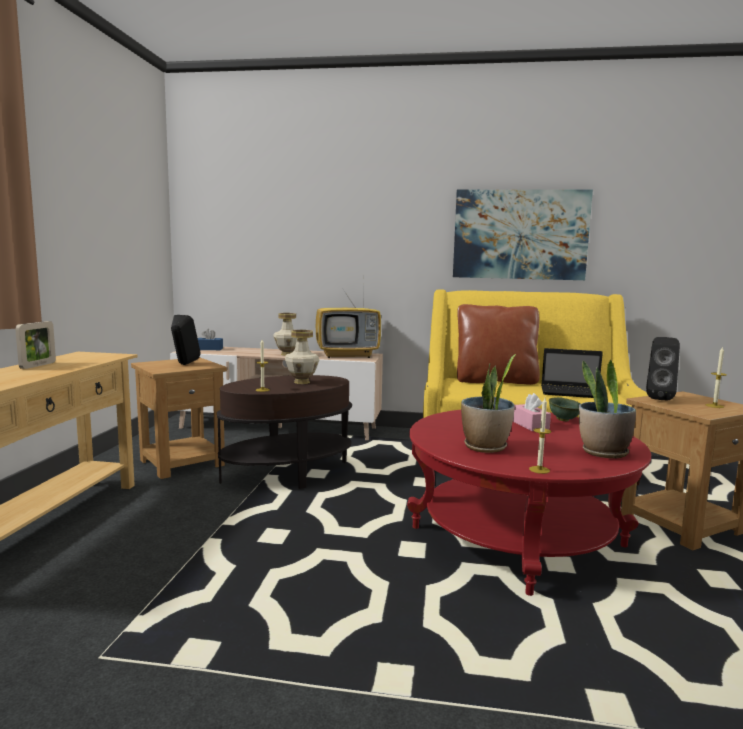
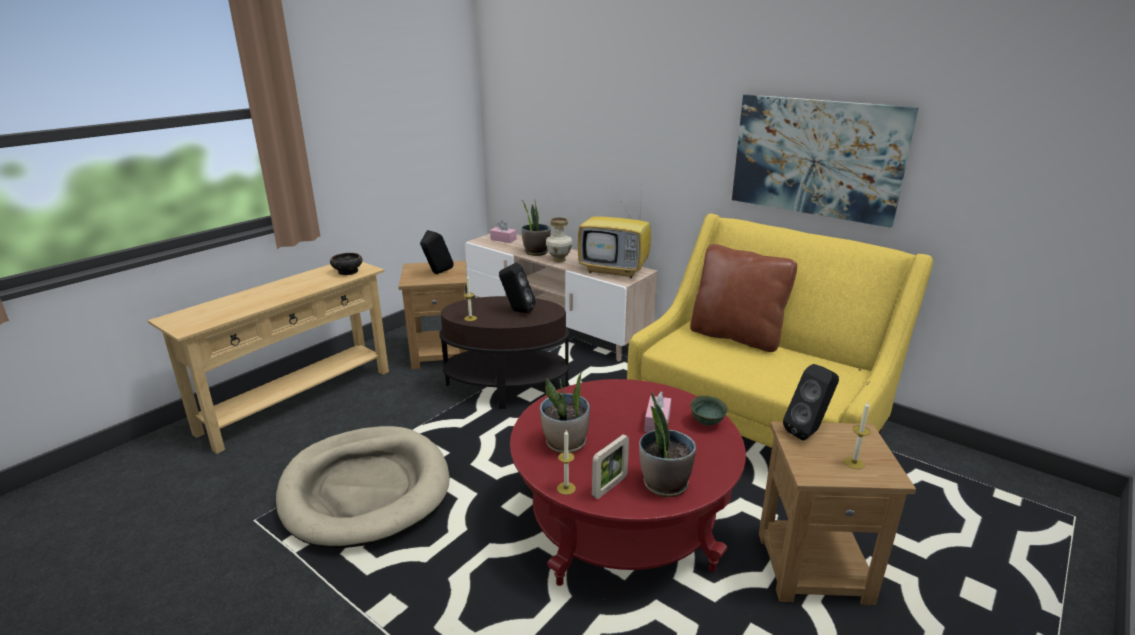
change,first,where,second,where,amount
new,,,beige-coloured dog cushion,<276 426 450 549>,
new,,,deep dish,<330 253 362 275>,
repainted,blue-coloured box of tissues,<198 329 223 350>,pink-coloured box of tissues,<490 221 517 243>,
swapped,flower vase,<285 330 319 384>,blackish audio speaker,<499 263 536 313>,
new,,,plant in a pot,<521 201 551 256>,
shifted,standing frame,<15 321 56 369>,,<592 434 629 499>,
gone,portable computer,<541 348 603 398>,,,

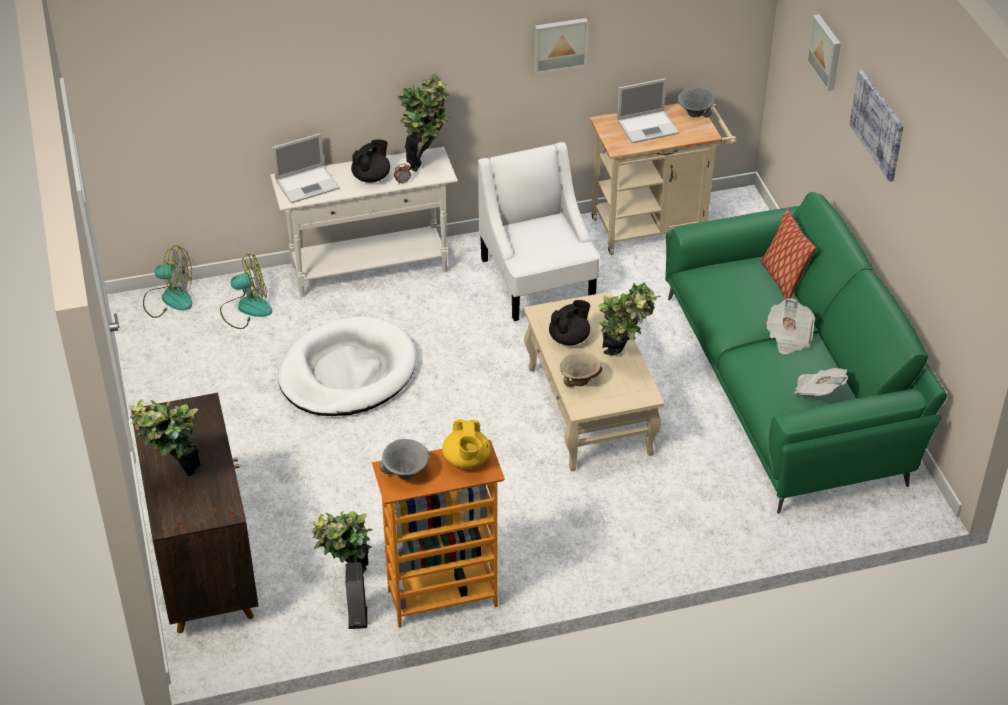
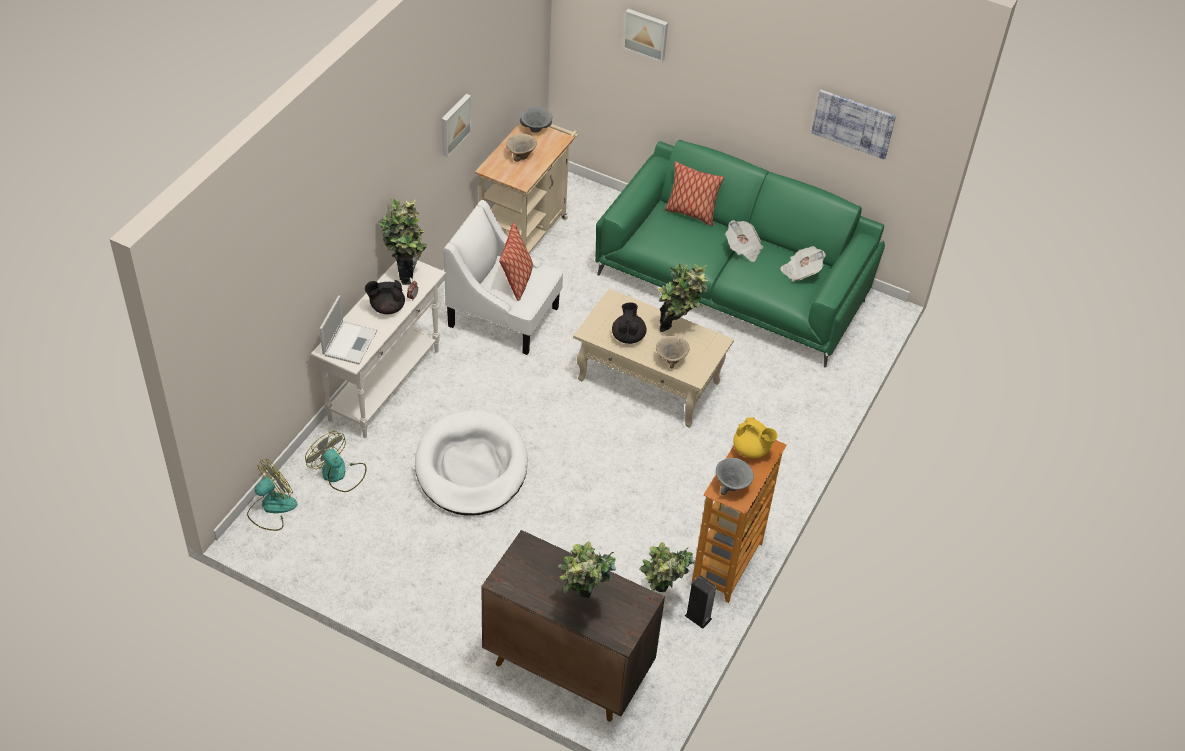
change,first,where,second,where,amount
rotated,fan,<220 253 272 329>,,<305 431 367 492>,75 degrees counterclockwise
rotated,blackish teapot,<351 139 390 183>,,<365 280 405 314>,90 degrees counterclockwise
new,,,throw pillow,<499 223 533 301>,
swapped,portable computer,<617 78 679 143>,beige-coloured deep dish,<506 134 537 162>,
shifted,wall art,<849 70 904 182>,,<811 90 896 160>,

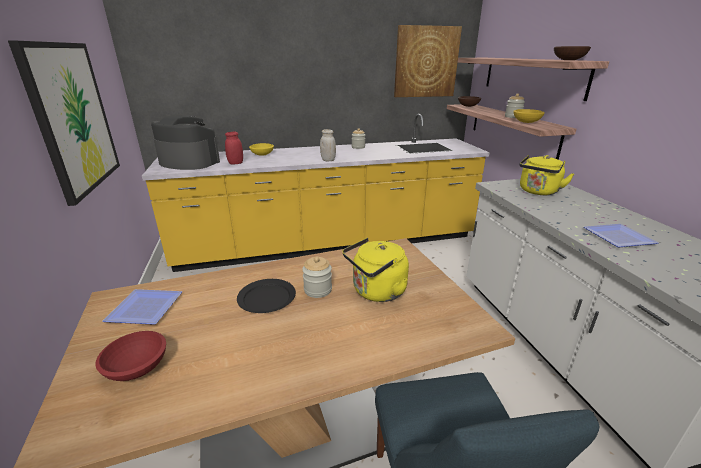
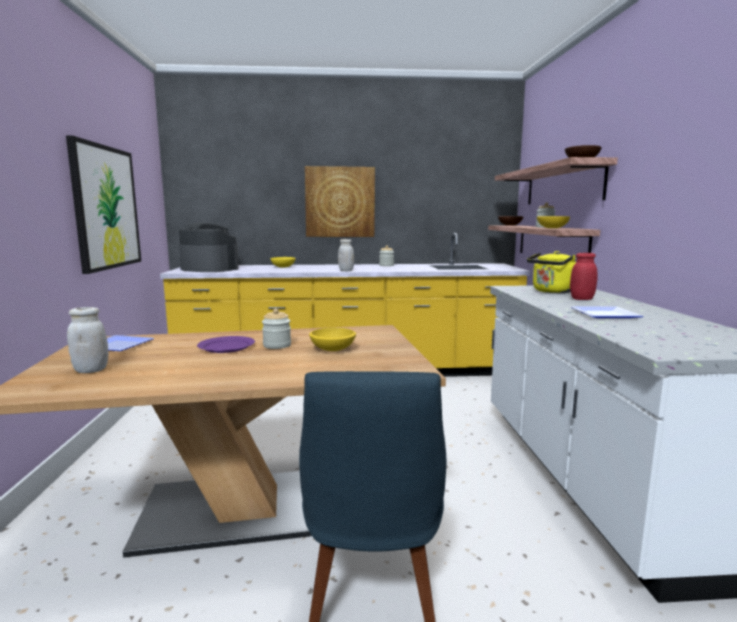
change,first,where,second,where,amount
swapped,reddish deep dish,<95 331 166 381>,whitish storage jar,<67 307 108 373>,
repainted,blackish flat dish,<237 279 296 313>,purple flat dish,<197 336 255 353>,
shifted,wall art,<394 25 462 97>,,<305 166 375 237>,
swapped,yellow-coloured kettle,<342 238 409 302>,yellow-coloured deep dish,<309 328 356 351>,
shifted,reddish storage jar,<225 132 243 164>,,<570 253 598 300>,

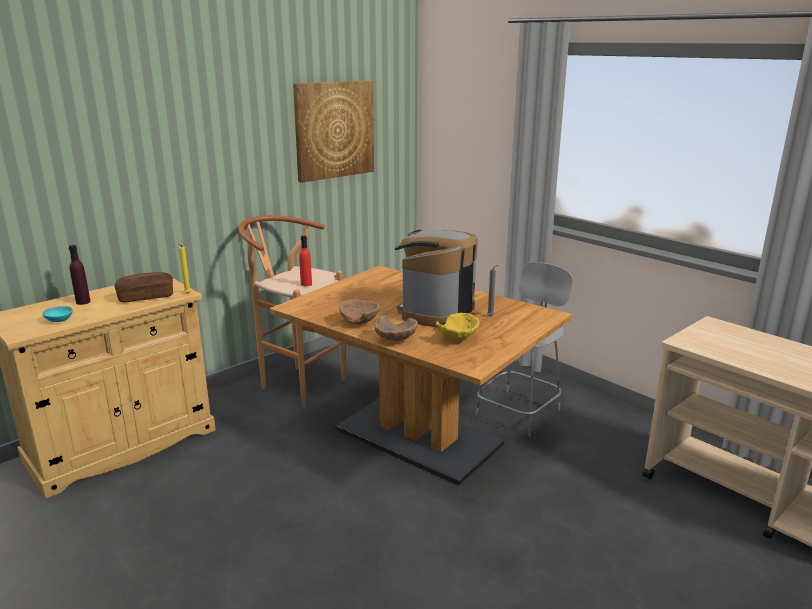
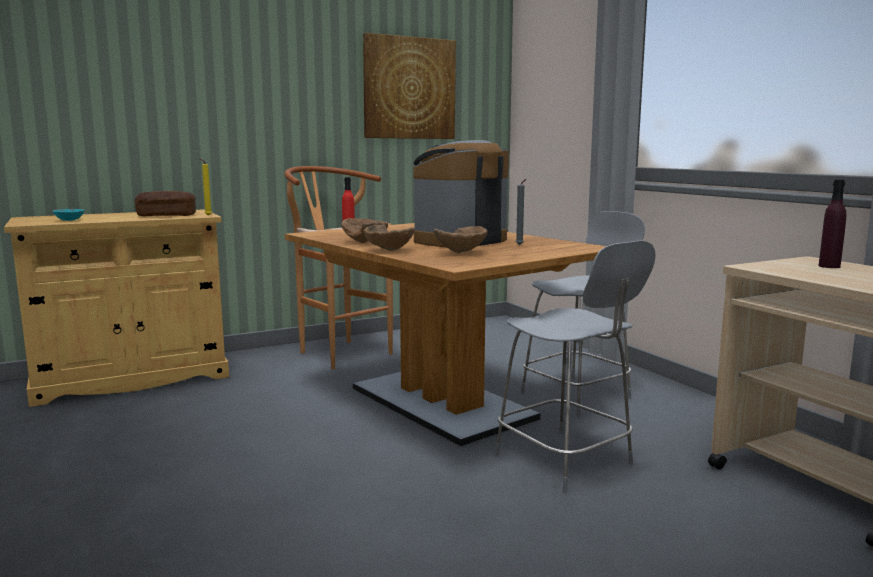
change,first,where,second,where,amount
repainted,yellow-coloured deep dish,<436 313 479 339>,brown deep dish,<434 226 488 253>,
new,,,greyish stool,<495 240 656 492>,
shifted,purple bottle,<69 245 90 305>,,<818 180 846 268>,

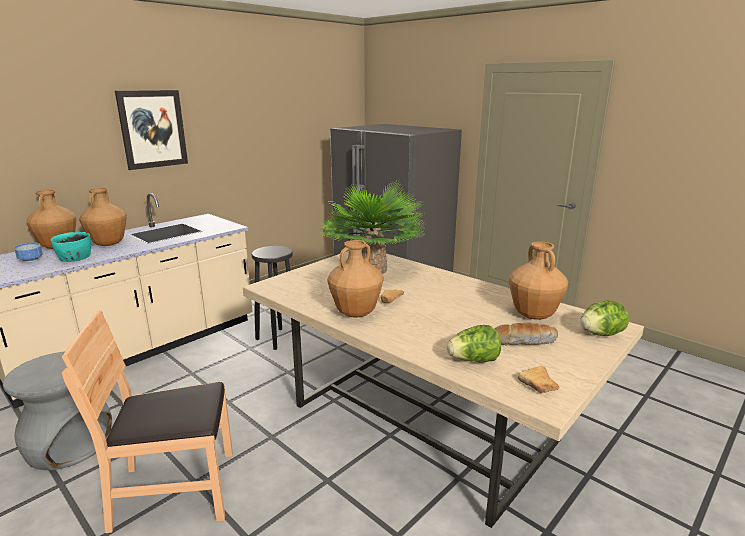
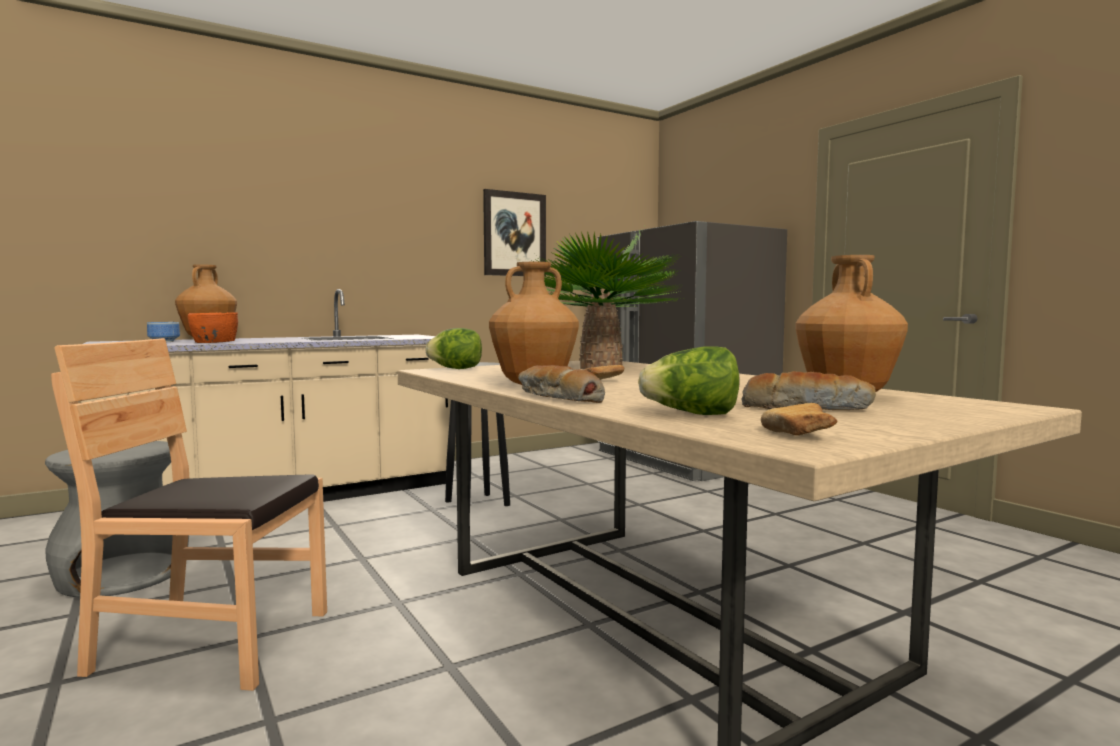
change,first,where,second,where,amount
repainted,turquoise deep dish,<51 232 91 262>,orange deep dish,<188 312 238 343>,
shifted,head of lettuce,<580 301 629 336>,,<425 328 482 369>,
shifted,wall art,<115 90 188 170>,,<483 189 546 276>,
new,,,bread,<518 365 605 403>,
gone,brown flower vase,<79 188 127 246>,,,

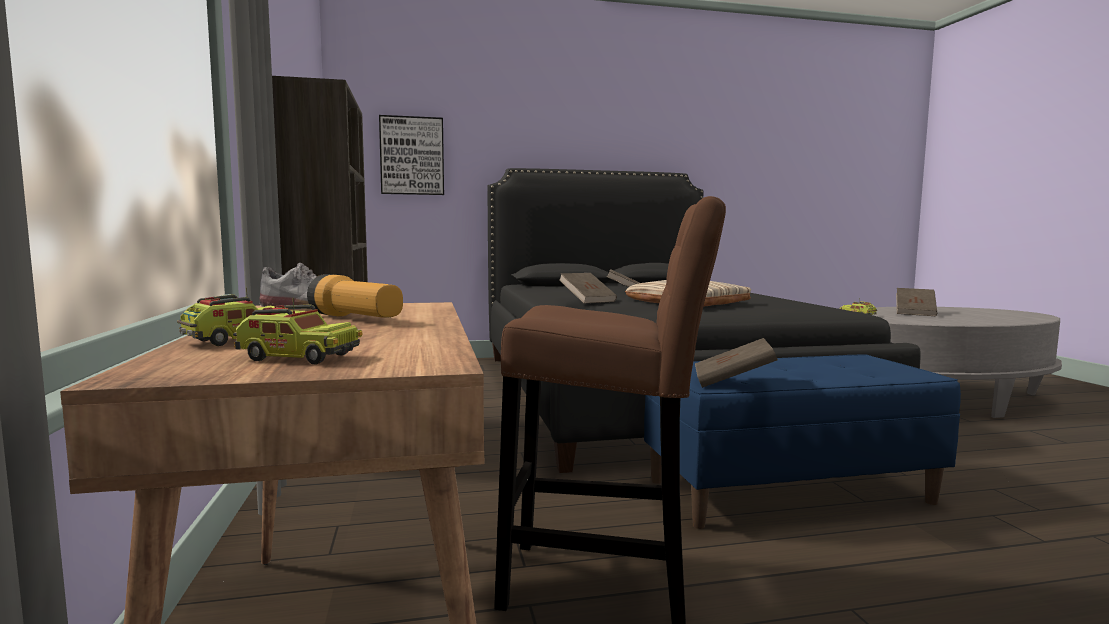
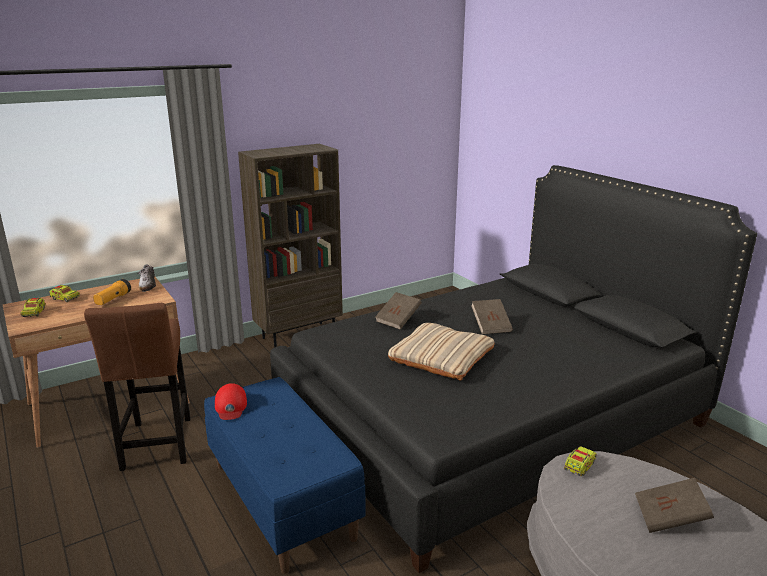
change,first,where,second,where,amount
swapped,brown bound book,<695 338 778 388>,reddish baseball cap,<215 383 247 420>,
gone,wall art,<379 115 444 195>,,,

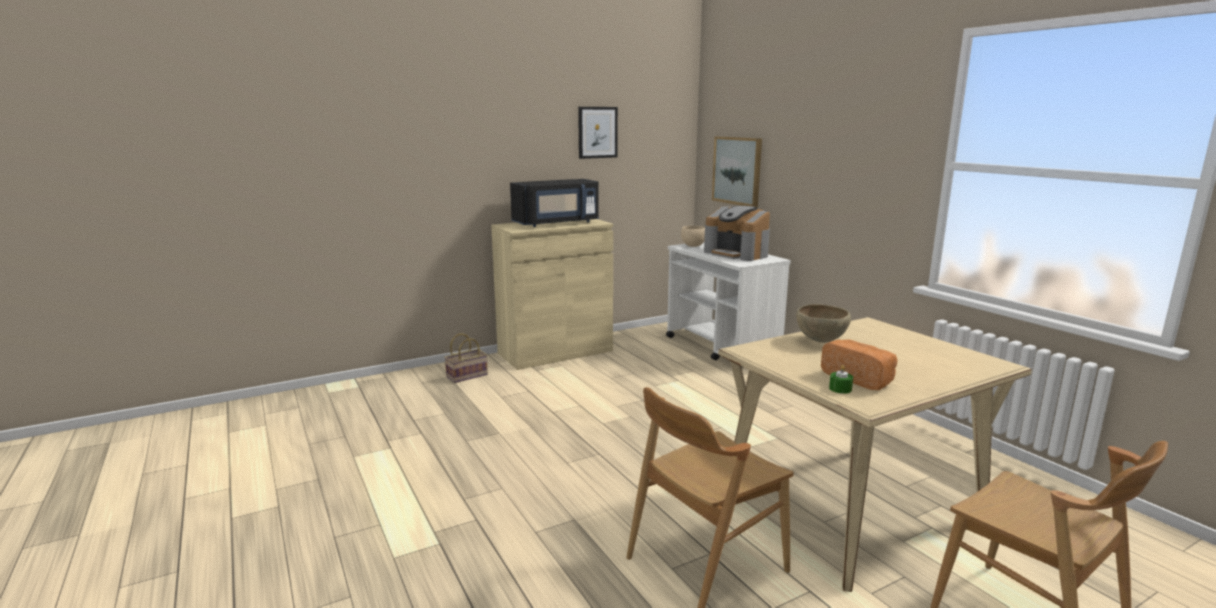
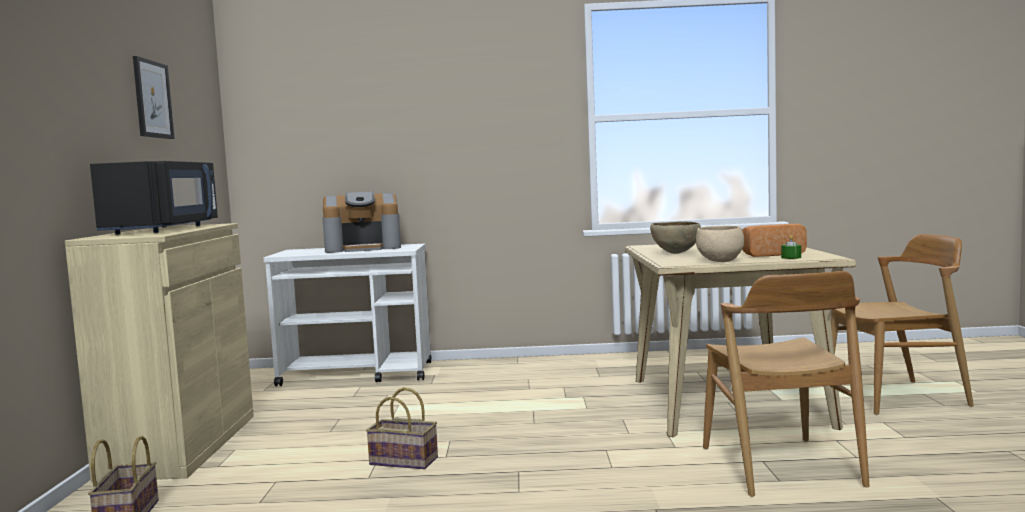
change,first,where,second,where,amount
new,,,storage basket,<366 387 438 469>,
shifted,beige-coloured deep dish,<681 226 705 247>,,<696 226 744 262>,
gone,wall art,<712 136 762 207>,,,

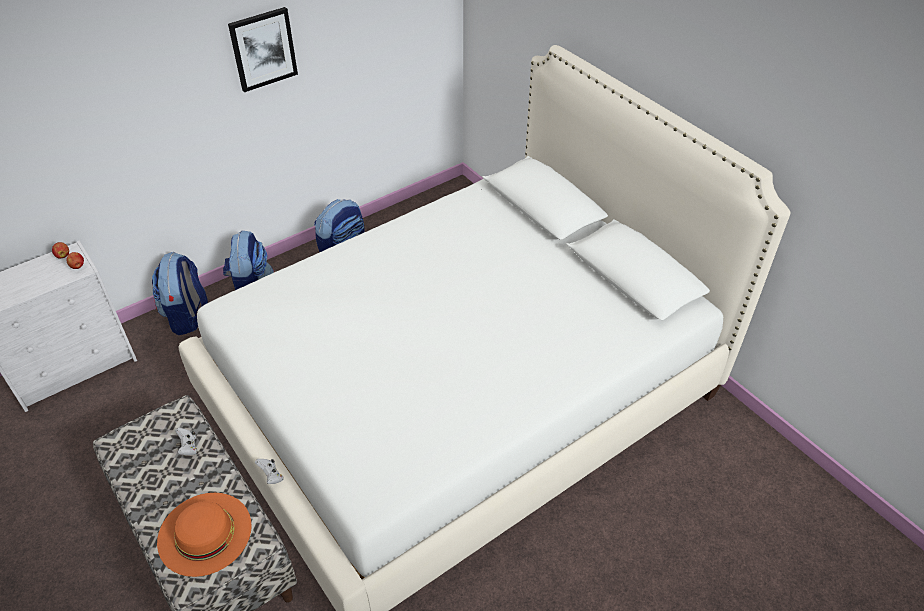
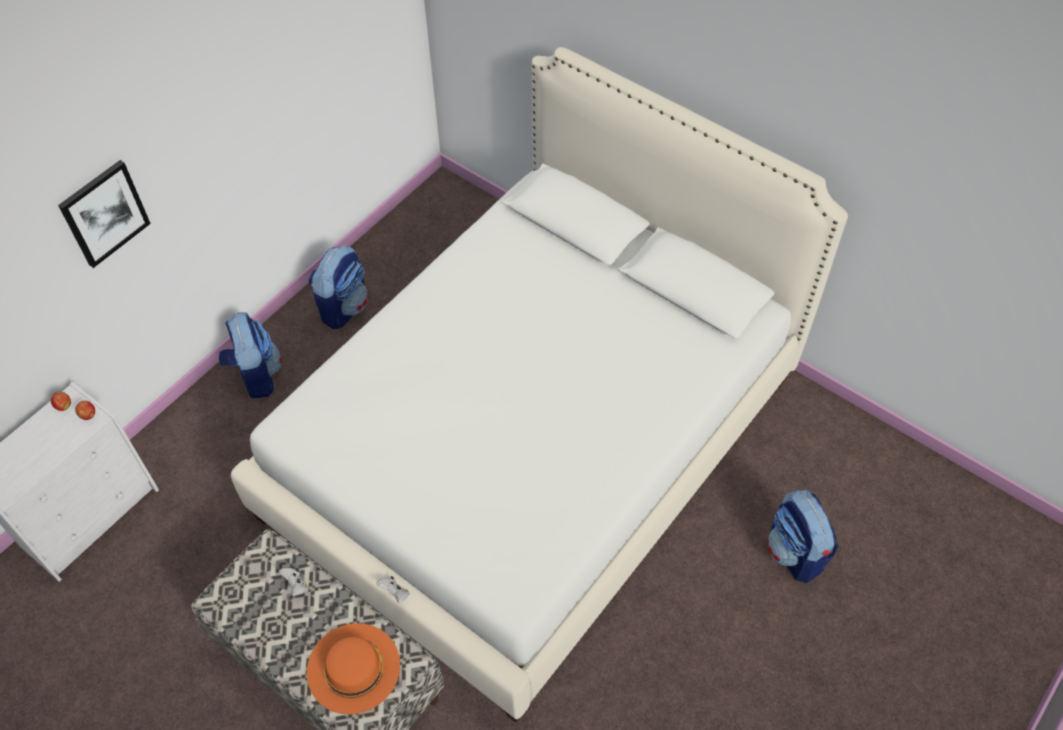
change,first,where,second,where,amount
shifted,wall art,<228 7 298 92>,,<58 160 151 268>,
shifted,backpack,<152 252 208 335>,,<767 490 839 583>,

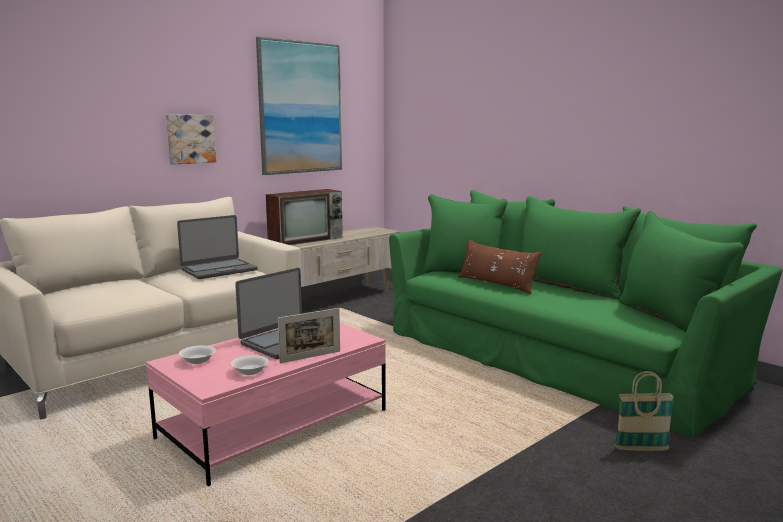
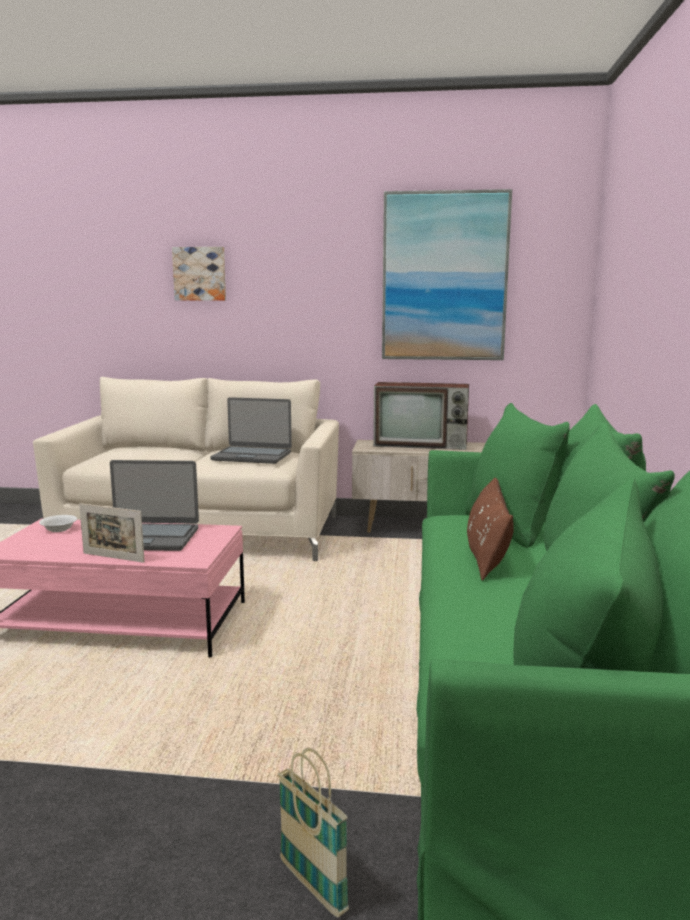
change,first,where,second,where,amount
shifted,wall art,<166 115 216 165>,,<172 247 226 301>,
gone,whitish deep dish,<231 355 269 375>,,,

